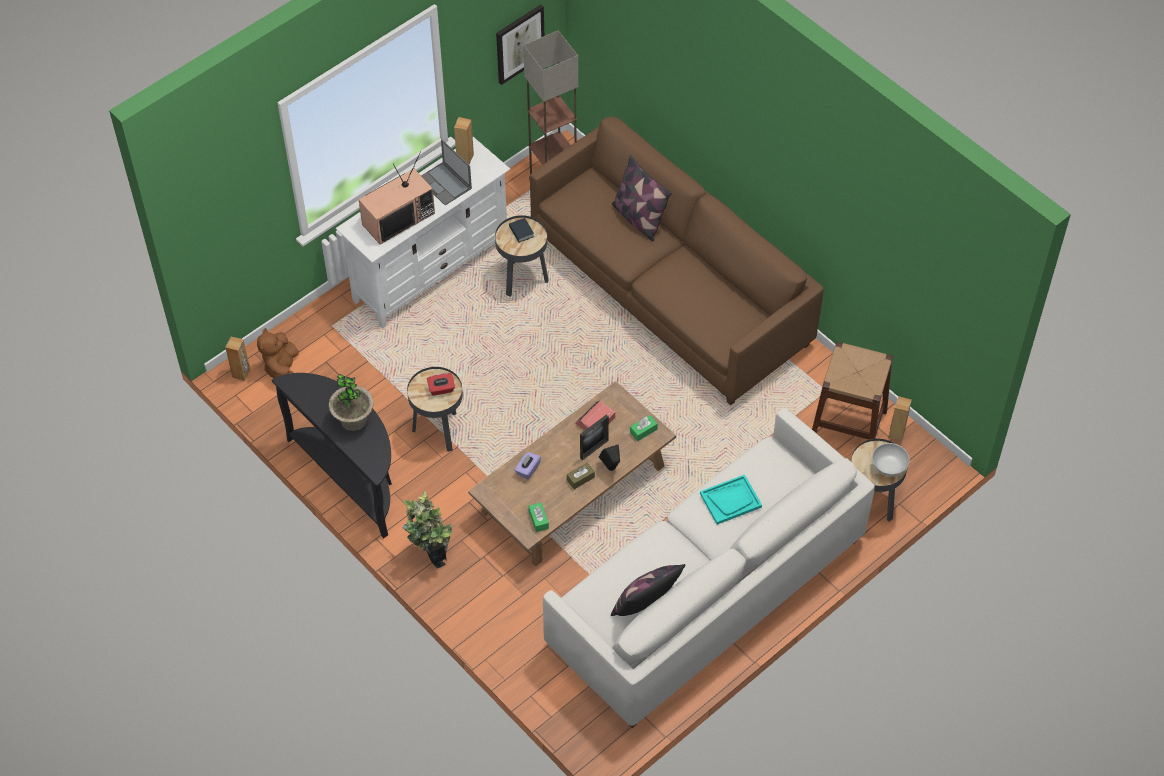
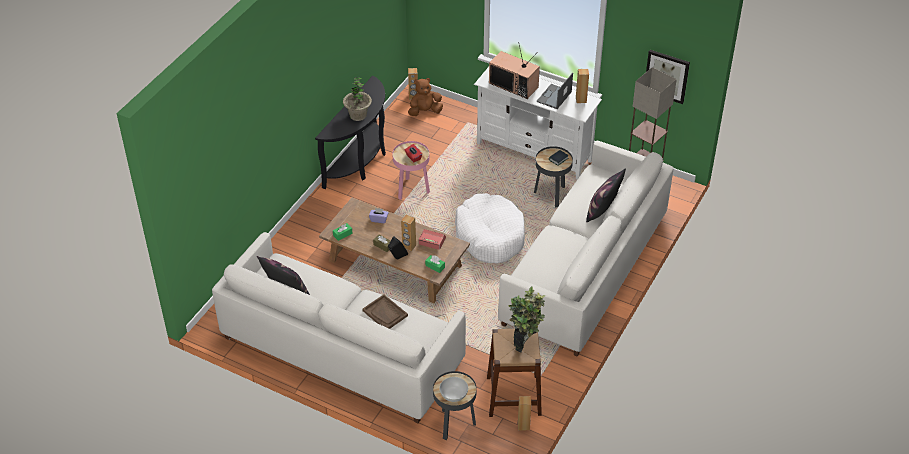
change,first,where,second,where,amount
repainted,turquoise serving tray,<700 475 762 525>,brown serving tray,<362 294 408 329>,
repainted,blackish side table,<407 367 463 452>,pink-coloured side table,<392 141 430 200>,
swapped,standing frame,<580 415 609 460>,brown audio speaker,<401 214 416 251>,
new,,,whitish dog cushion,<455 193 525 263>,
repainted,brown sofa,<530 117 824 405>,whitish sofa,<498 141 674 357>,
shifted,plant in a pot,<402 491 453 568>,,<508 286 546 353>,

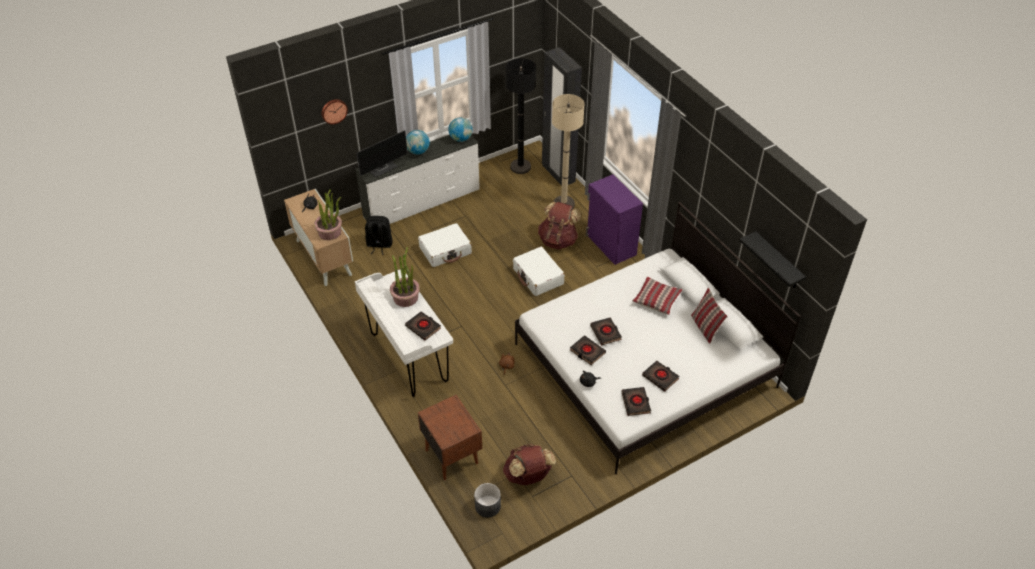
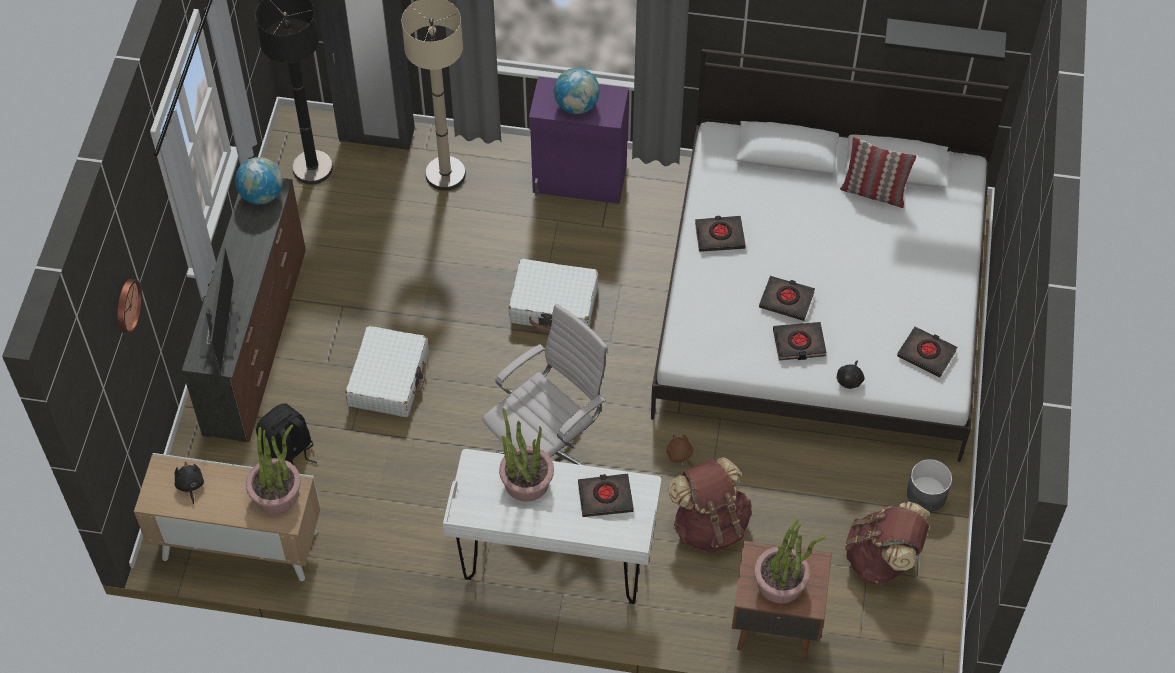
change,first,where,second,where,amount
repainted,whitish chest of drawers,<355 135 480 224>,brown chest of drawers,<182 178 306 442>,
new,,,whitish computer chair,<482 304 608 466>,
shifted,world globe,<406 130 430 155>,,<554 68 600 114>,
shifted,brown backpack,<538 202 581 250>,,<668 457 752 553>,
shifted,blackish bound book,<642 361 679 392>,,<695 216 745 252>,
new,,,plant in a pot,<754 519 826 604>,
shifted,greyish planter,<474 483 501 517>,,<907 459 952 511>,
gone,throw pillow,<632 277 682 315>,,,

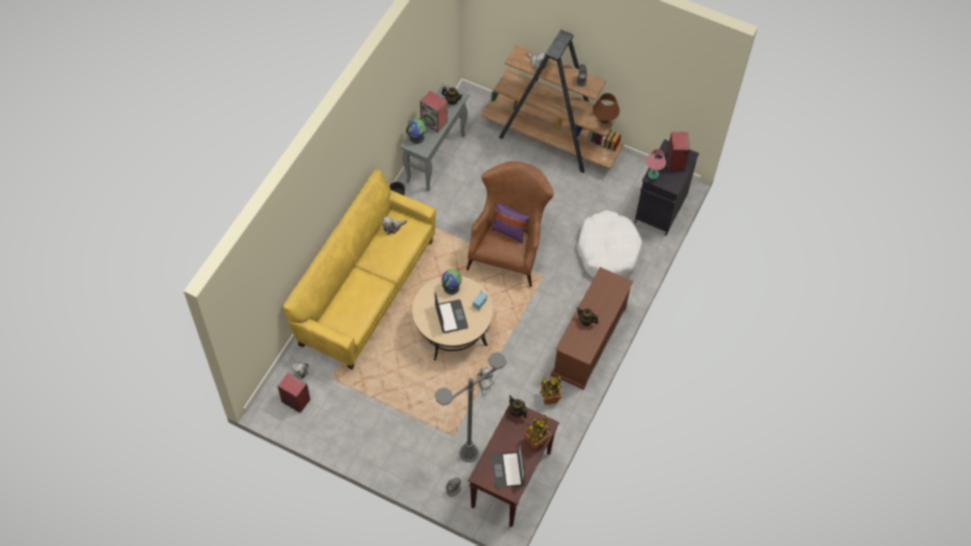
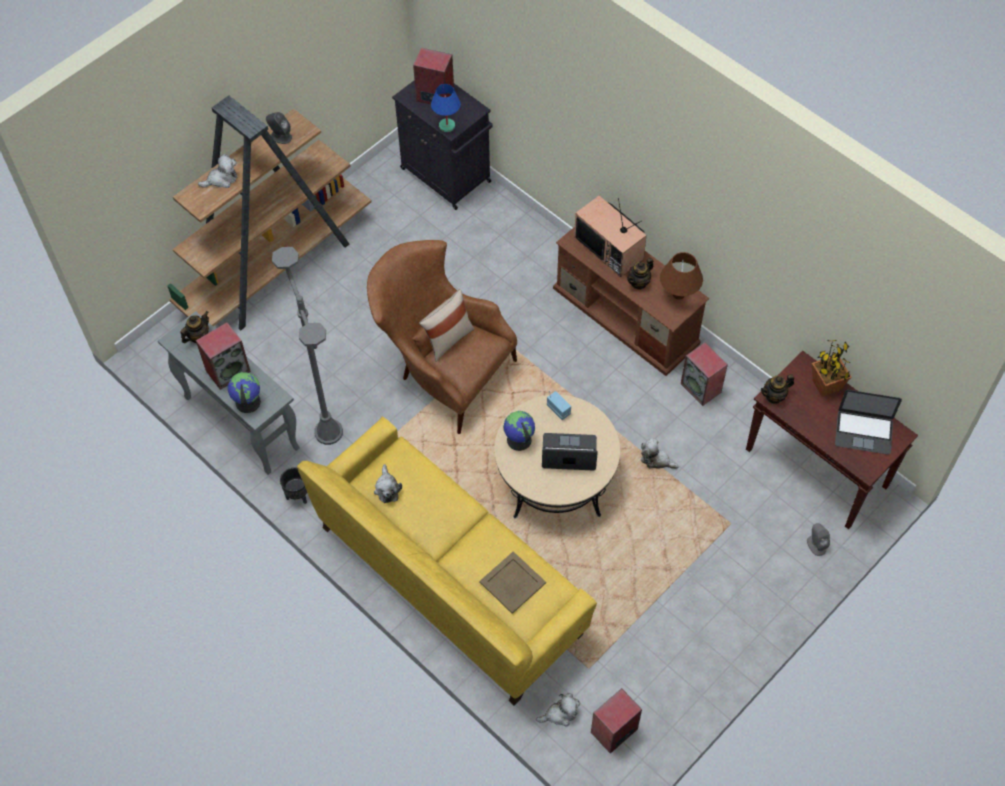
change,first,where,second,where,amount
shifted,greyish standard lamp,<434 352 507 462>,,<272 247 343 445>,
repainted,purple throw pillow,<491 202 530 243>,beige-coloured throw pillow,<419 289 474 362>,
repainted,pink-coloured lamp for a table,<646 149 666 179>,blue-coloured lamp for a table,<431 84 461 132>,
new,,,beige-coloured serving tray,<479 551 546 614>,
new,,,TV set,<574 196 647 277>,
shifted,brown lamp for a table,<593 93 620 124>,,<660 252 703 300>,
swapped,plant in a pot,<540 374 562 405>,audio speaker,<681 342 728 406>,
gone,whitish dog cushion,<577 210 642 278>,,,

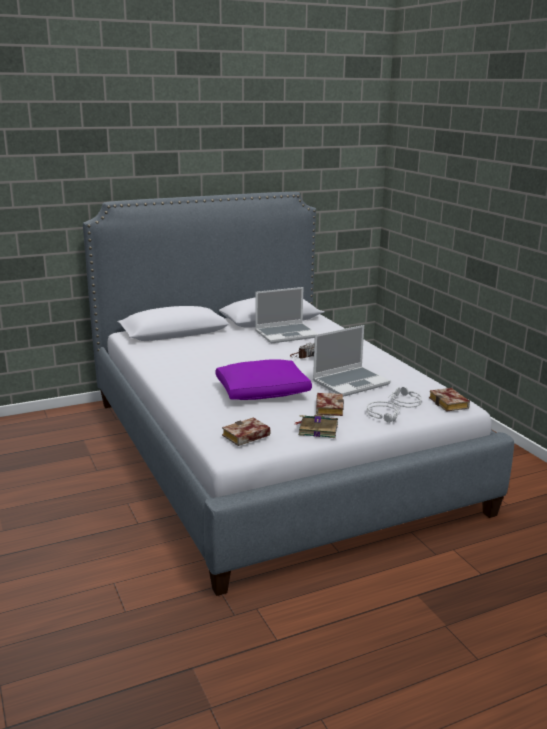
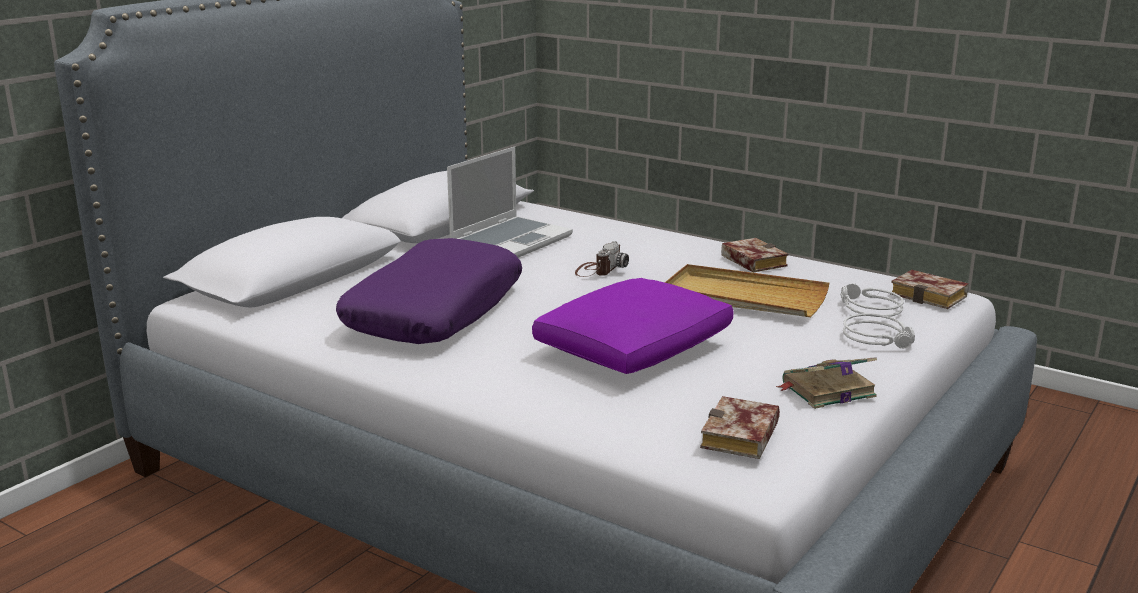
change,first,where,second,where,amount
new,,,purple throw pillow,<336 238 522 344>,
swapped,portable computer,<313 325 391 397>,beige-coloured serving tray,<665 264 829 317>,
shifted,bound book,<316 393 344 416>,,<721 238 788 273>,

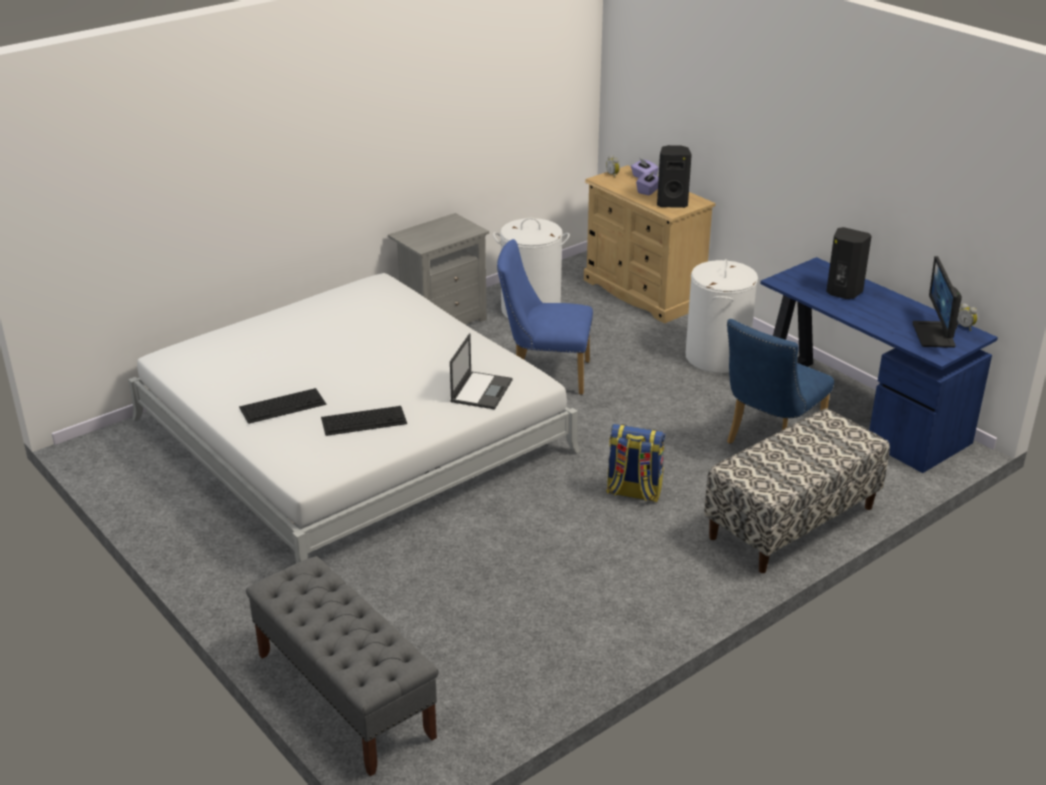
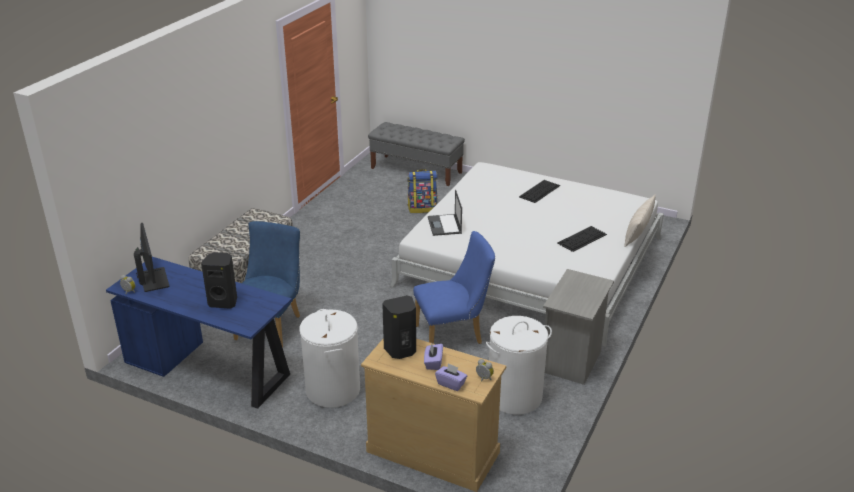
change,first,where,second,where,amount
shifted,backpack,<606 424 666 502>,,<407 169 438 213>,
shifted,keyboard,<321 406 407 436>,,<557 226 607 252>,
new,,,beige-coloured throw pillow,<624 195 656 247>,

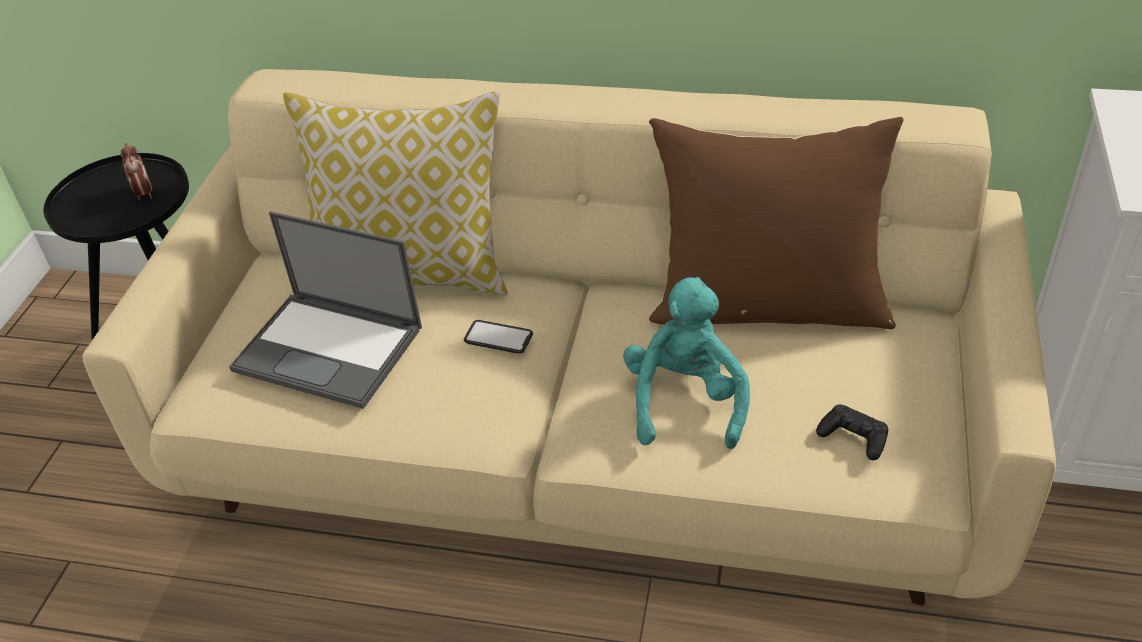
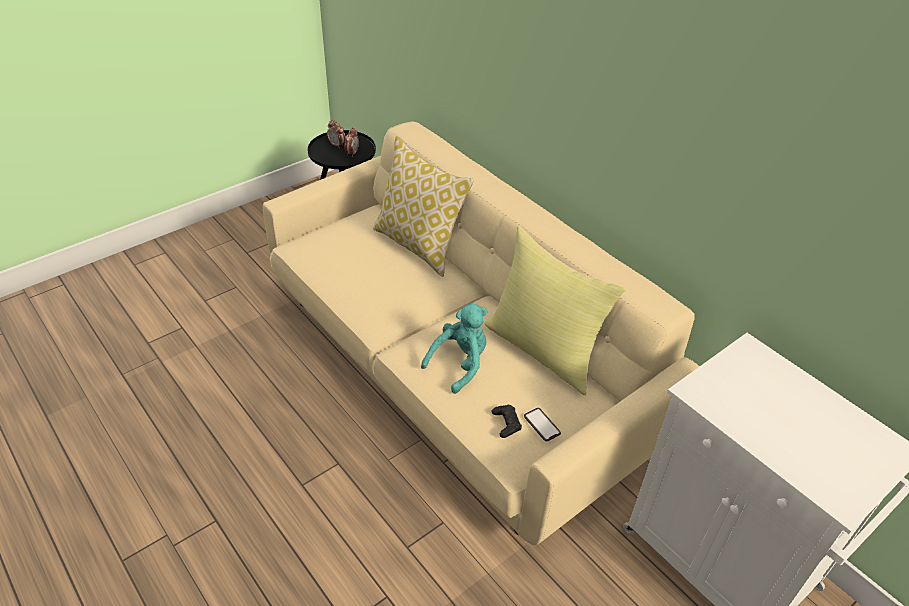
change,first,where,second,where,amount
new,,,alarm clock,<327 120 345 147>,
repainted,brown throw pillow,<649 117 903 329>,yellow-coloured throw pillow,<484 226 626 395>,
shifted,phone,<464 320 533 353>,,<524 408 561 441>,
gone,portable computer,<229 211 422 409>,,,

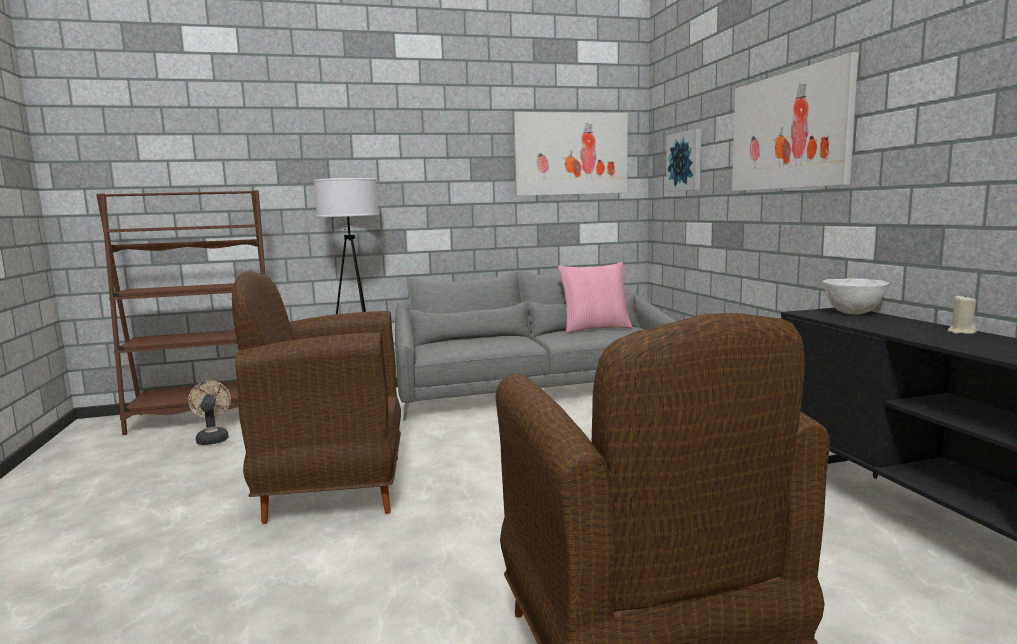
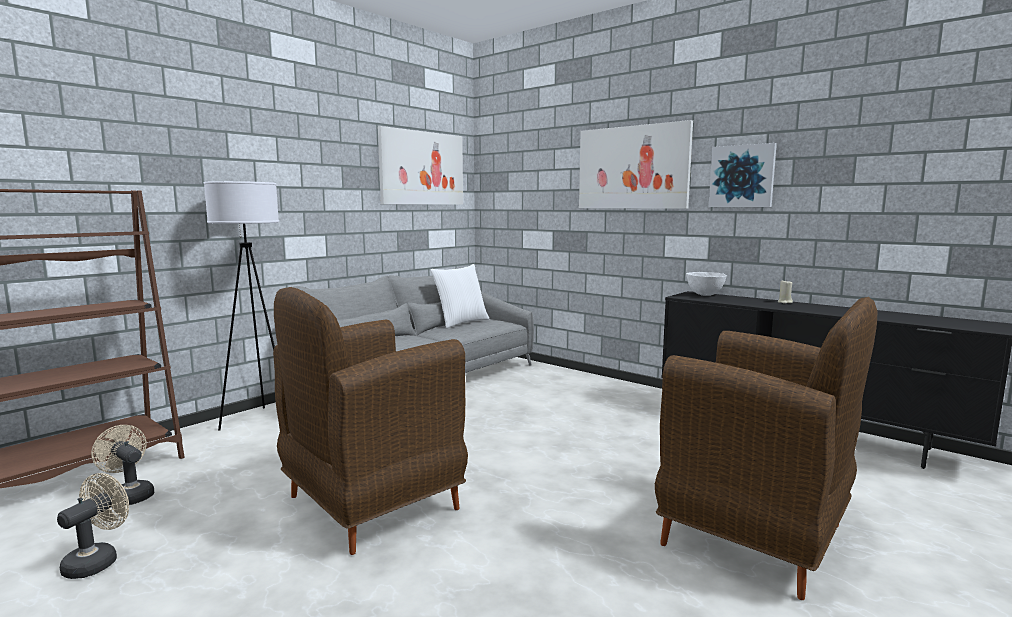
change,first,where,second,where,amount
new,,,beige-coloured fan,<57 473 129 579>,
repainted,pink-coloured throw pillow,<558 262 633 333>,whitish throw pillow,<431 264 489 328>,
shifted,wall art,<666 129 701 192>,,<709 143 777 207>,

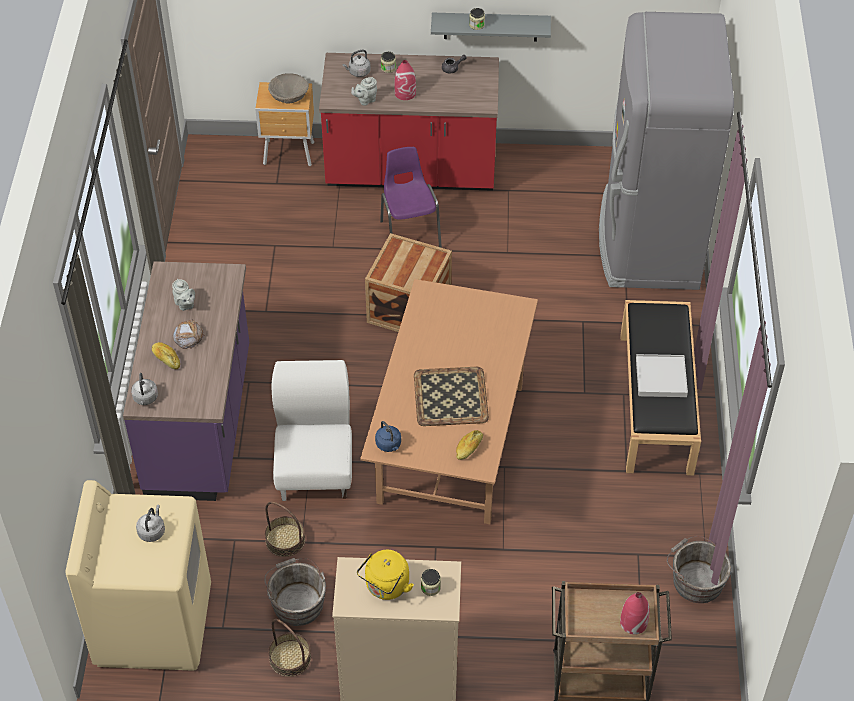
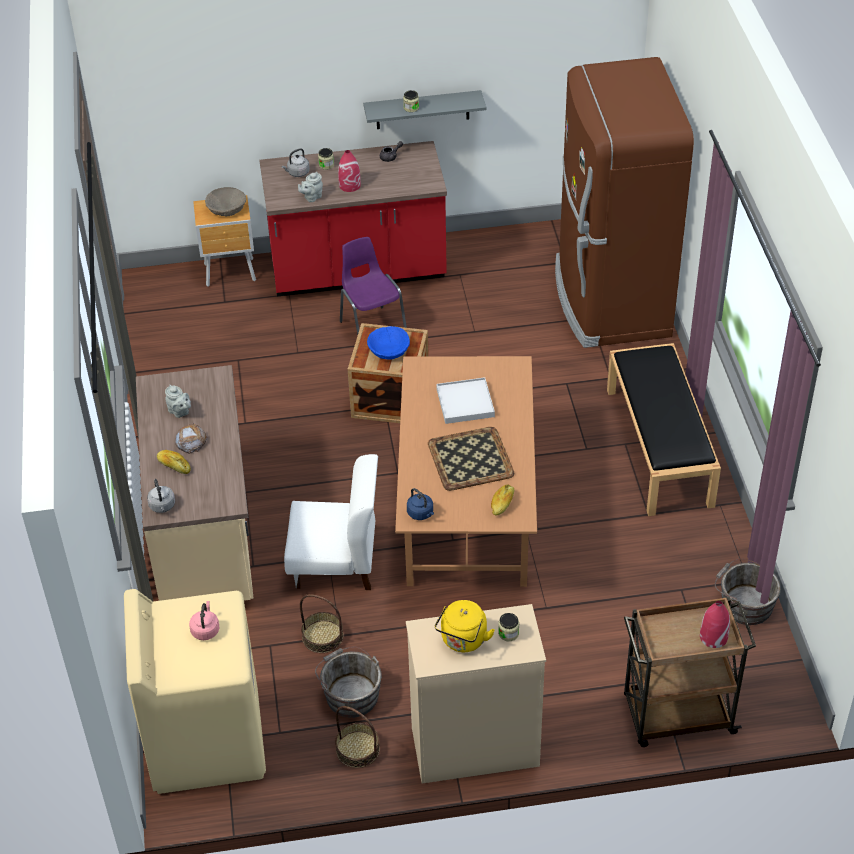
change,first,where,second,where,amount
repainted,purple kitchen counter,<123 261 249 501>,beige-coloured kitchen counter,<136 365 253 601>,
repainted,greyish kettle,<136 505 165 542>,pink-coloured kettle,<189 601 219 640>,
rotated,whitish plain chair,<271 360 352 501>,,<284 454 378 590>,105 degrees clockwise
new,,,blue-coloured deep dish,<367 326 410 359>,
shifted,whitish serving tray,<636 354 688 397>,,<437 377 495 424>,
repainted,greyish refrigerator,<599 12 734 290>,brown refrigerator,<555 57 694 348>,

